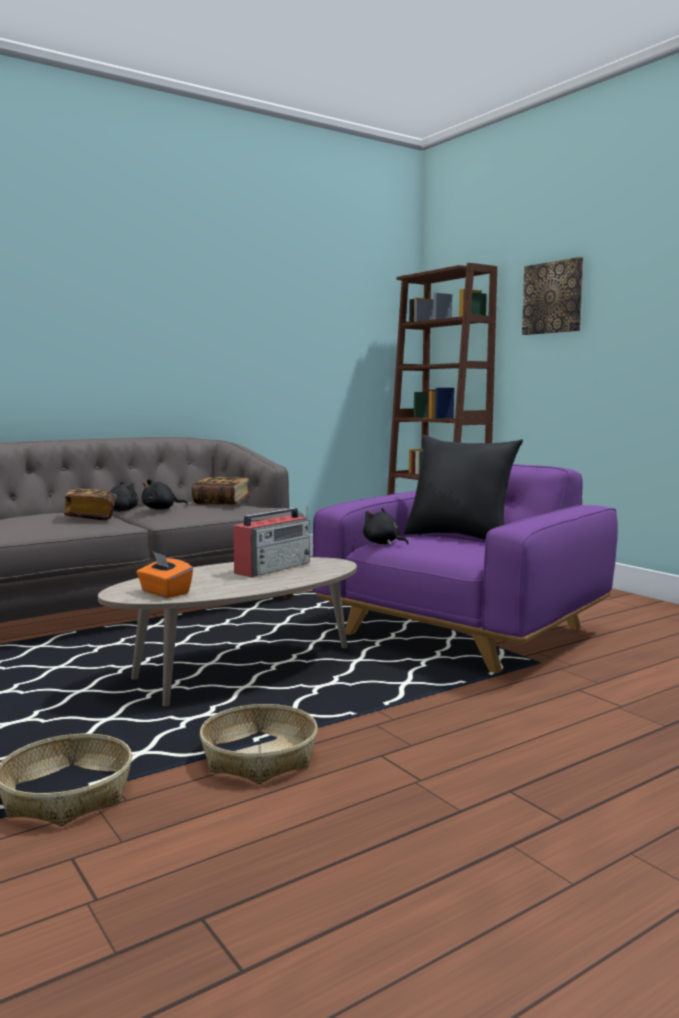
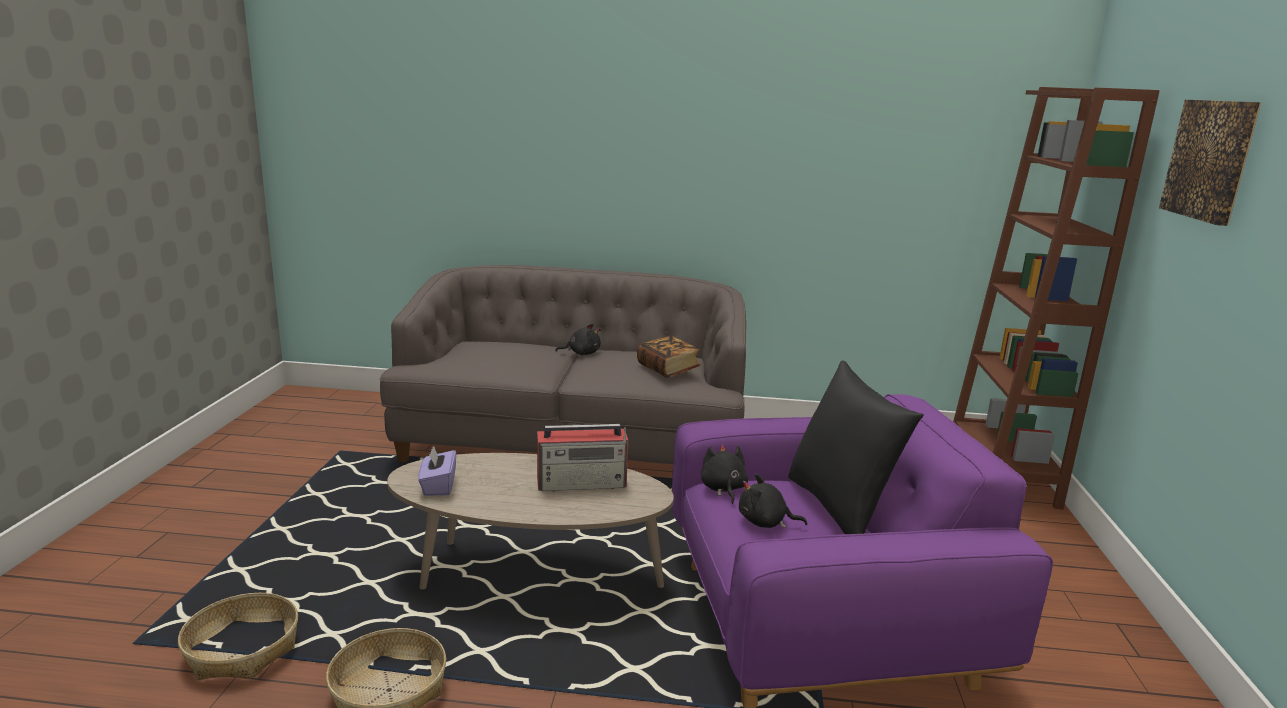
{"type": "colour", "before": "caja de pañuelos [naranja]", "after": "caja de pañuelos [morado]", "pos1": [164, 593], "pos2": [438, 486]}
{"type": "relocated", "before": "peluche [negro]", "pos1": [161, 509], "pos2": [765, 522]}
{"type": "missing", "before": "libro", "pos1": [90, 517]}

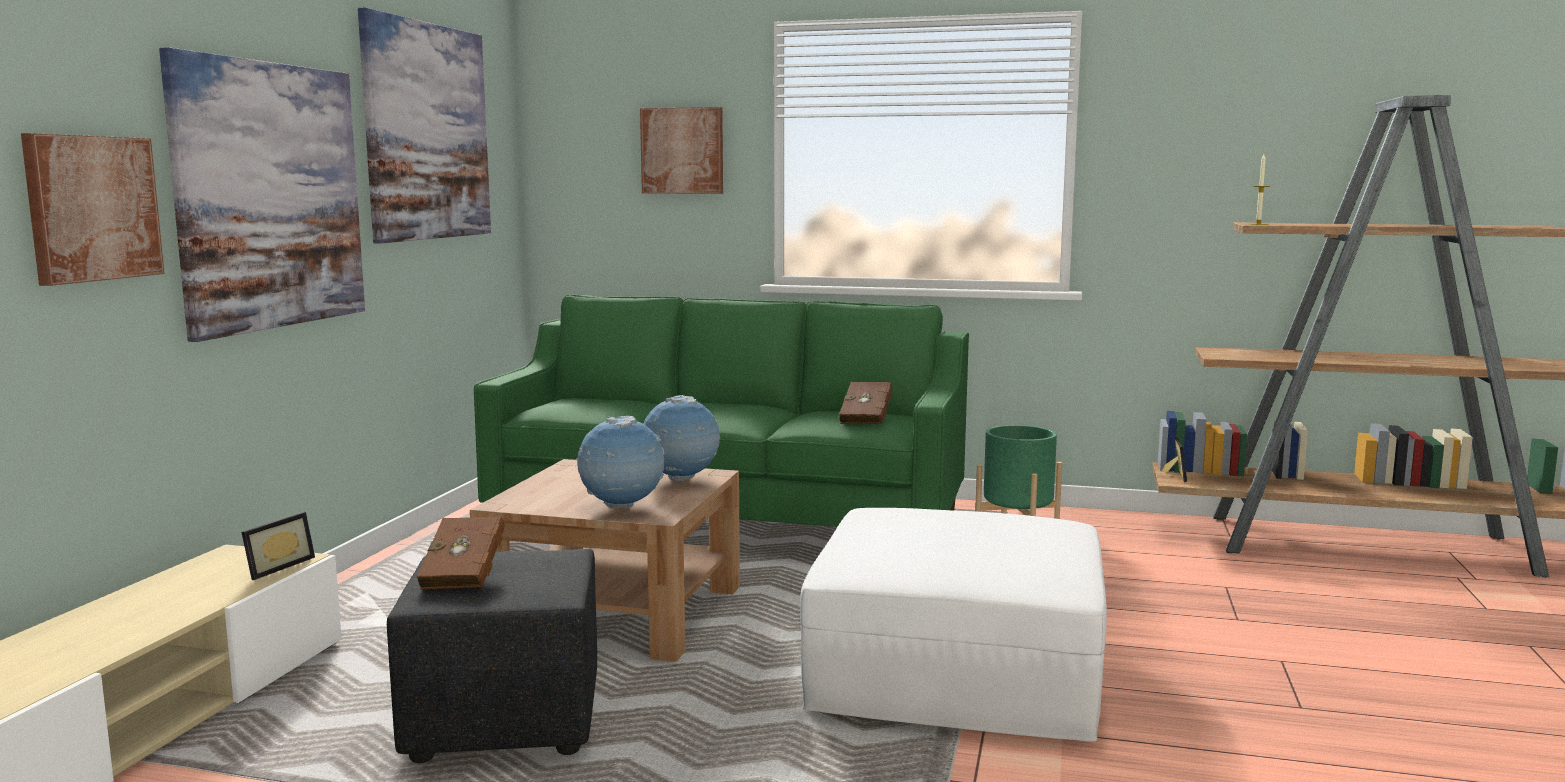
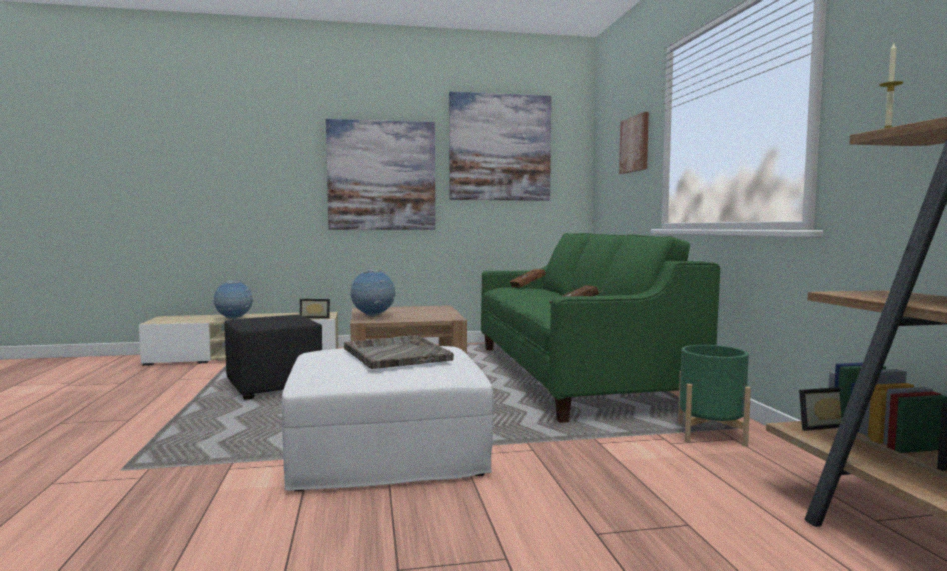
{"type": "relocated", "before": "globo terráqueo", "pos1": [681, 480], "pos2": [234, 319]}
{"type": "appeared", "after": "bandeja [gris]", "pos2": [396, 354]}
{"type": "relocated", "before": "libro [marrón]", "pos1": [466, 575], "pos2": [529, 287]}
{"type": "missing", "before": "cuadro", "pos1": [92, 208]}

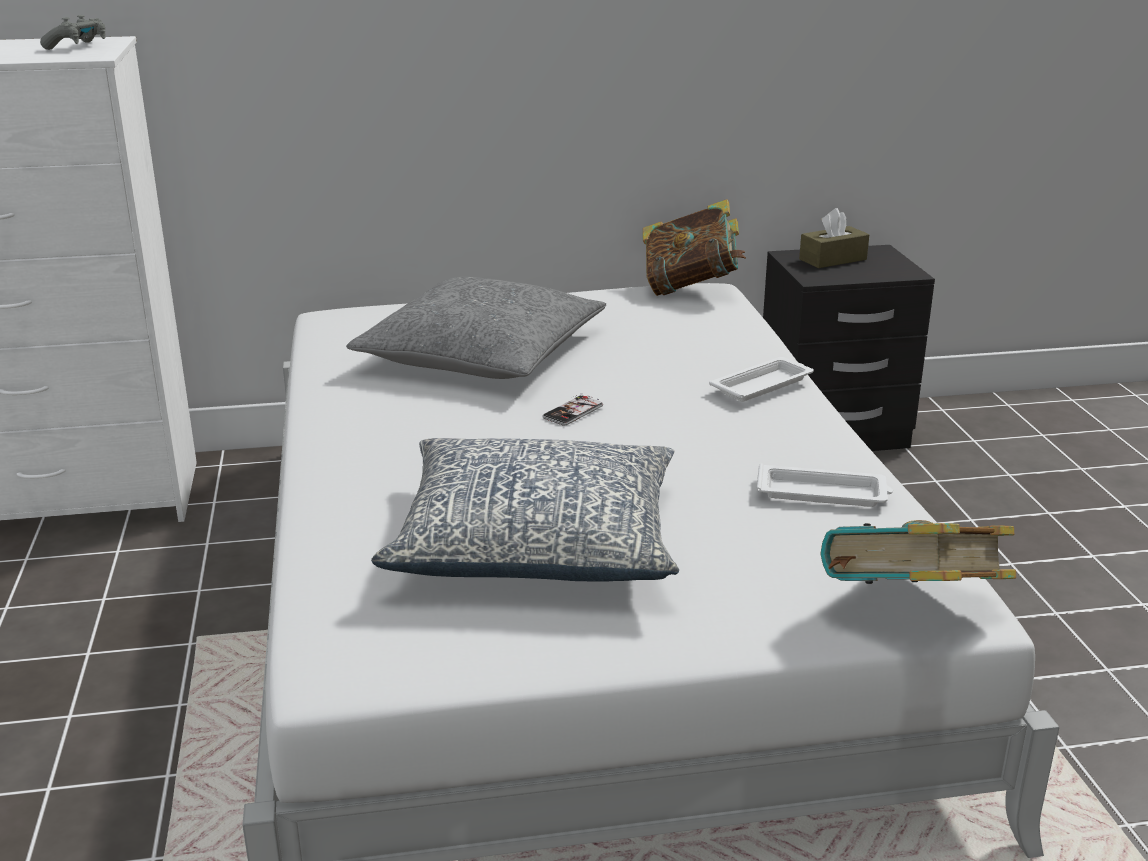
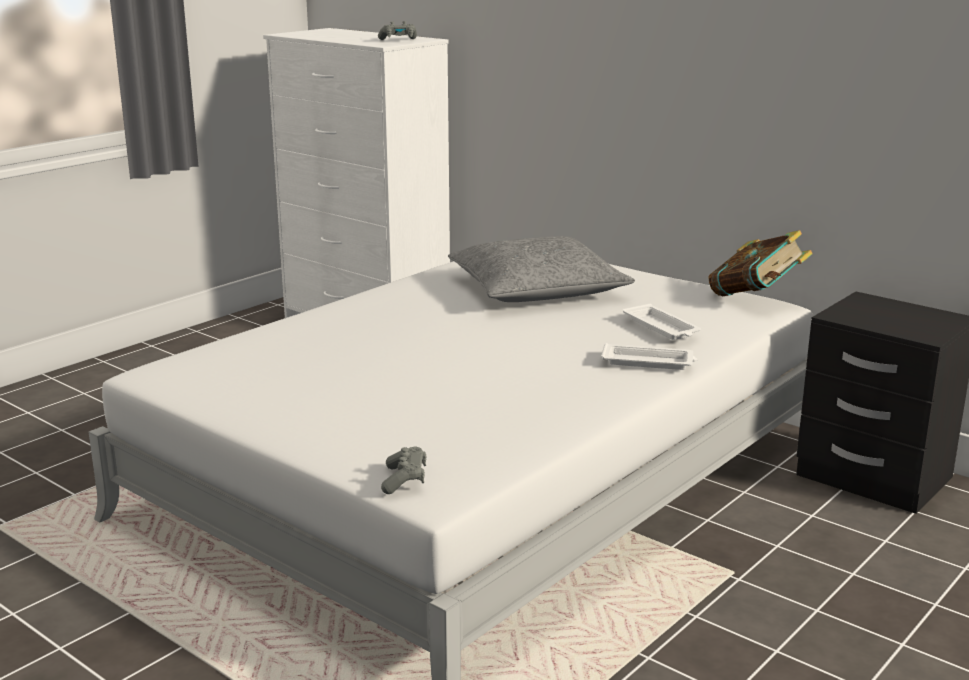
{"type": "exchanged", "before": "libro", "after": "mando de consola [gris]", "pos1": [910, 612], "pos2": [404, 480]}
{"type": "relocated", "before": "bandeja [blanco]", "pos1": [823, 493], "pos2": [662, 327]}
{"type": "missing", "before": "cojín", "pos1": [537, 542]}
{"type": "missing", "before": "móvil", "pos1": [573, 412]}
{"type": "missing", "before": "caja de pañuelos [marrón]", "pos1": [833, 259]}

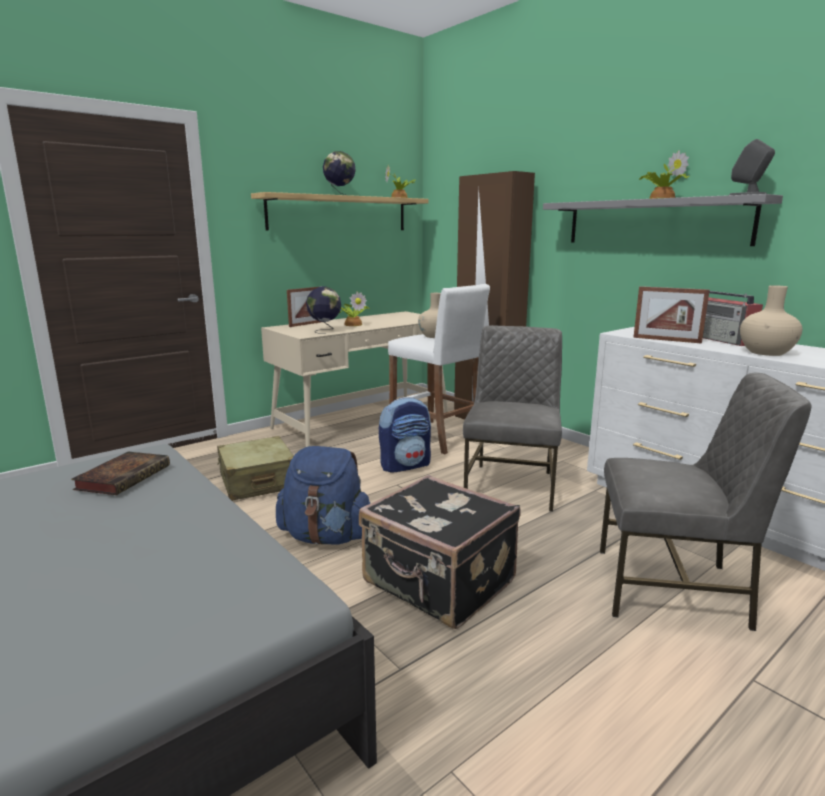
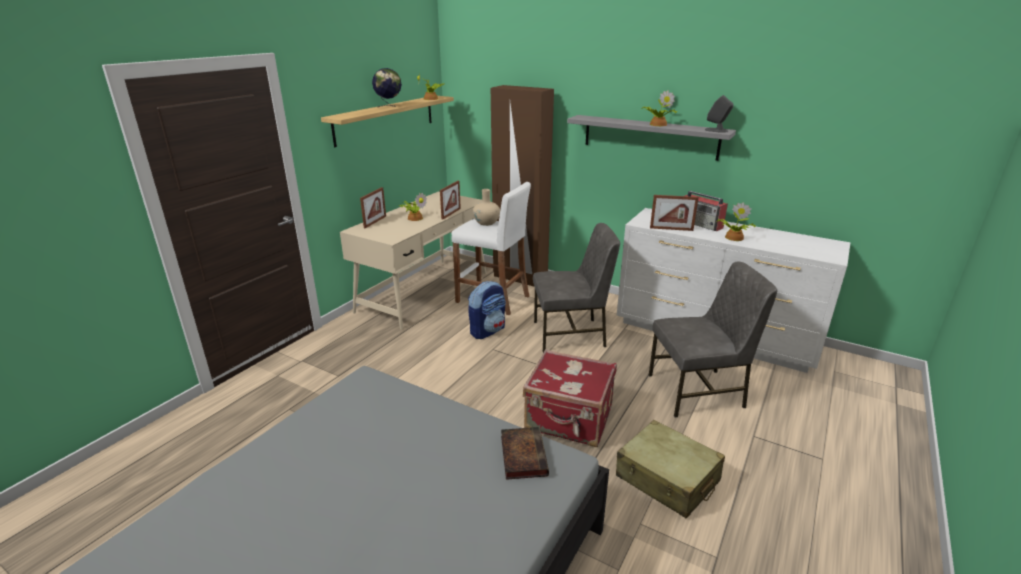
{"type": "appeared", "after": "portarretratos", "pos2": [451, 214]}
{"type": "relocated", "before": "libro", "pos1": [124, 477], "pos2": [522, 454]}
{"type": "colour", "before": "maleta [negro]", "after": "maleta [rojo]", "pos1": [438, 583], "pos2": [569, 420]}
{"type": "spun", "before": "silla [gris]", "pos1": [511, 485], "pos2": [570, 334], "turn": 90}
{"type": "relocated", "before": "maleta [beis]", "pos1": [257, 481], "pos2": [667, 479]}
{"type": "exchanged", "before": "florero [beis]", "after": "planta en maceta", "pos1": [766, 352], "pos2": [733, 237]}
{"type": "missing", "before": "mochila [azul]", "pos1": [326, 537]}
{"type": "missing", "before": "globo terráqueo", "pos1": [324, 331]}

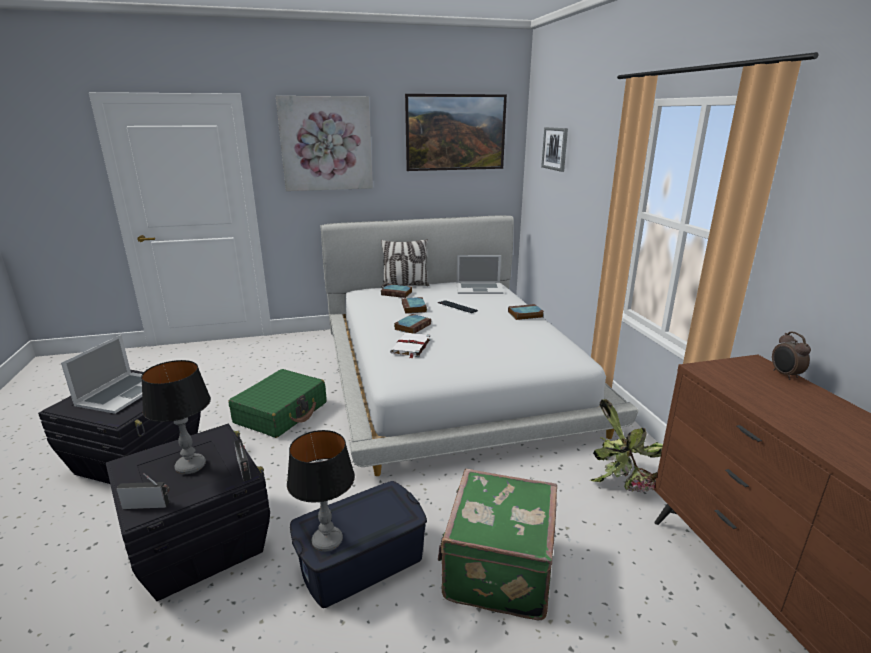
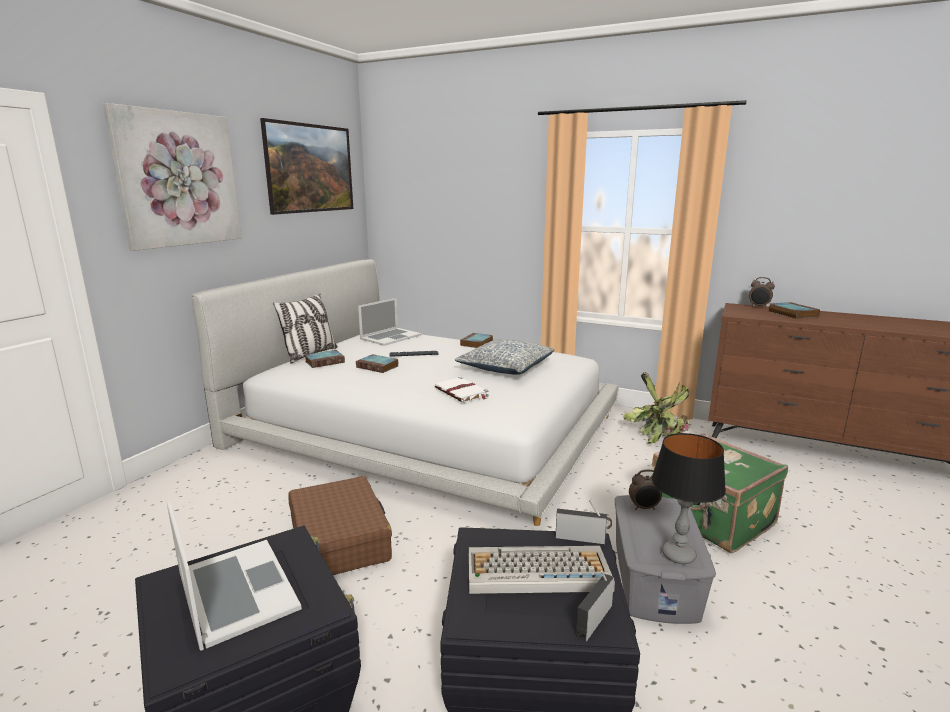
{"type": "colour", "before": "maleta [verde]", "after": "maleta [marrón]", "pos1": [281, 413], "pos2": [339, 540]}
{"type": "appeared", "after": "cojín", "pos2": [506, 367]}
{"type": "exchanged", "before": "lámpara de mesa", "after": "teclado", "pos1": [190, 466], "pos2": [536, 571]}
{"type": "colour", "before": "caja de almacenaje [azul]", "after": "caja de almacenaje [gris]", "pos1": [362, 562], "pos2": [655, 578]}
{"type": "appeared", "after": "despertador", "pos2": [644, 508]}
{"type": "relocated", "before": "libro", "pos1": [413, 326], "pos2": [791, 313]}
{"type": "missing", "before": "cuadro", "pos1": [555, 148]}

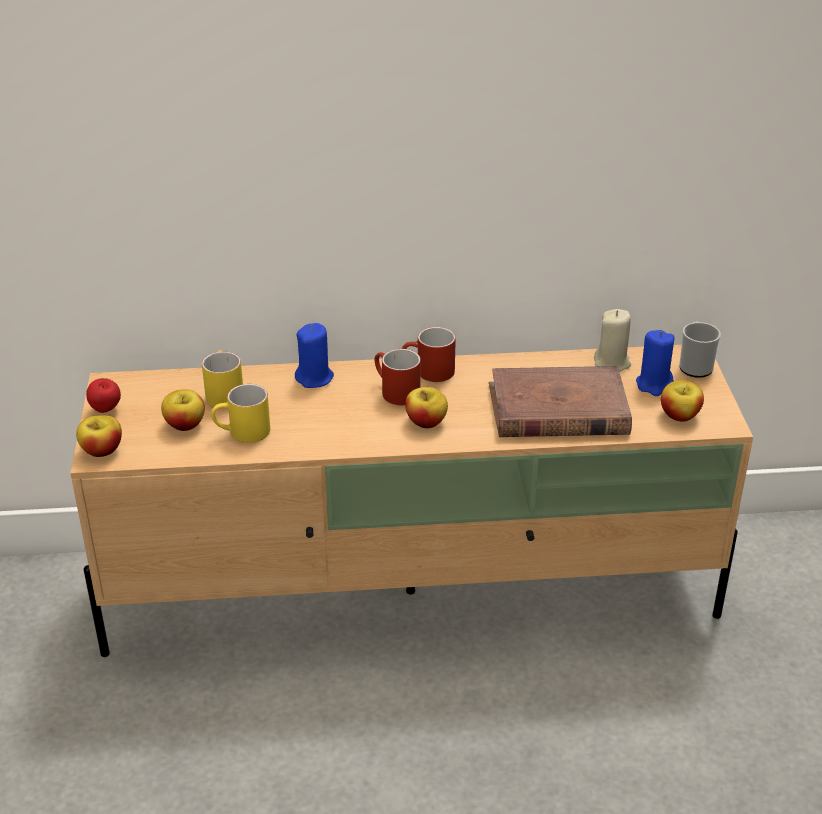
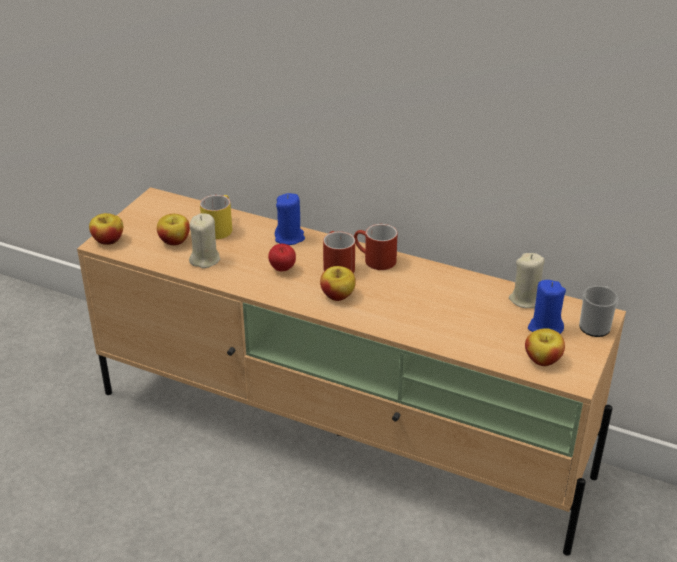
{"type": "exchanged", "before": "taza grande [amarillo]", "after": "vela [beis]", "pos1": [242, 433], "pos2": [205, 259]}
{"type": "relocated", "before": "manzana", "pos1": [106, 410], "pos2": [282, 270]}
{"type": "missing", "before": "libro [marrón]", "pos1": [557, 410]}

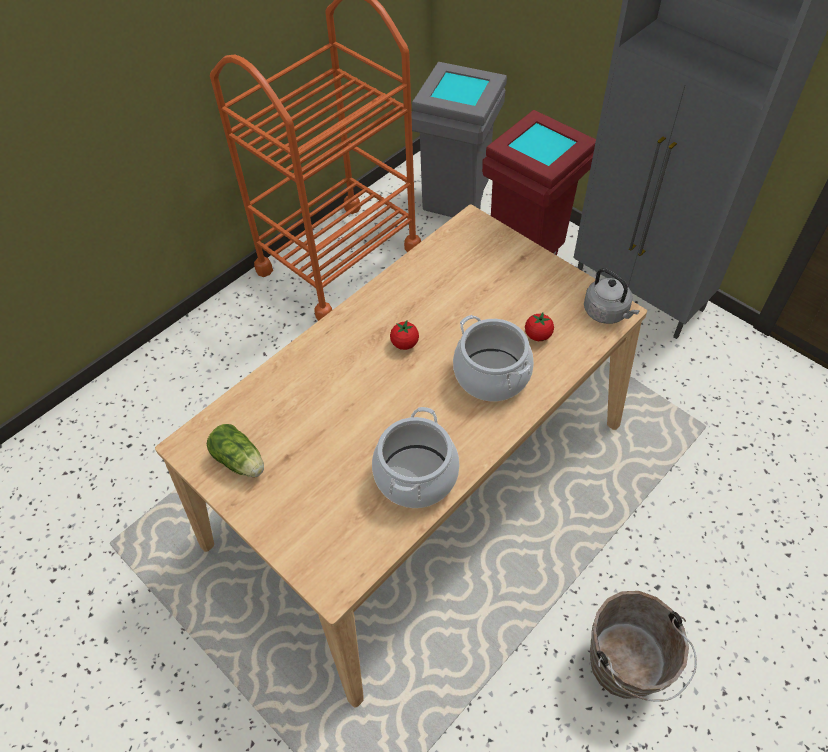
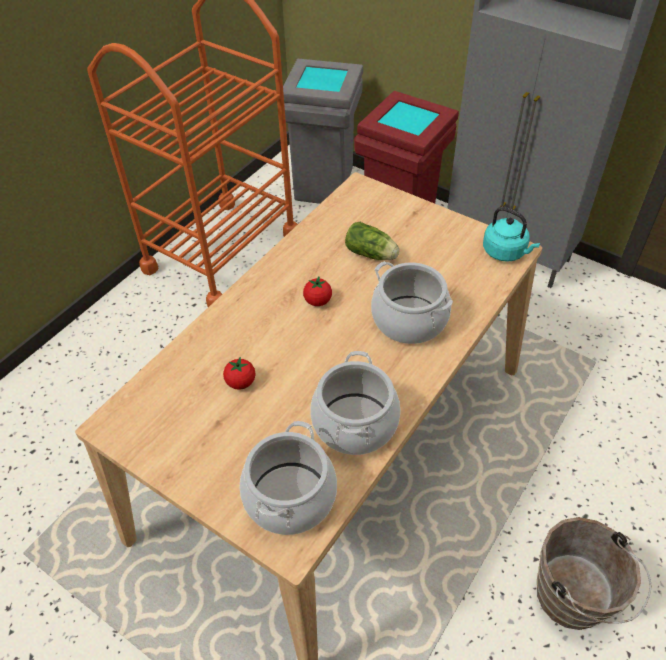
{"type": "relocated", "before": "tomate", "pos1": [538, 335], "pos2": [241, 382]}
{"type": "appeared", "after": "olla", "pos2": [289, 497]}
{"type": "relocated", "before": "lechuga", "pos1": [241, 462], "pos2": [372, 254]}
{"type": "colour", "before": "hervidor [gris]", "after": "hervidor [turquesa]", "pos1": [607, 312], "pos2": [506, 252]}

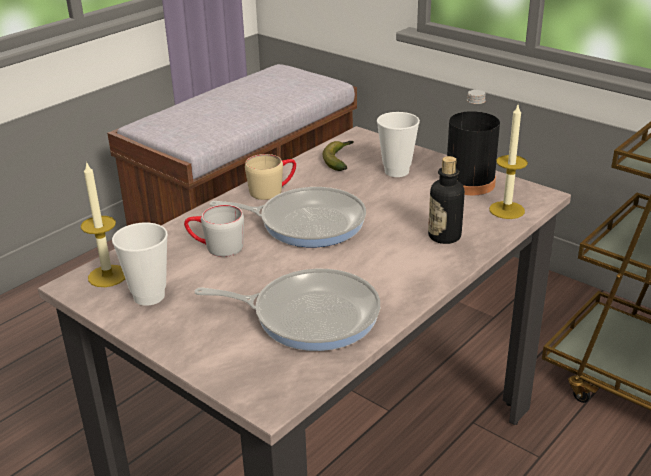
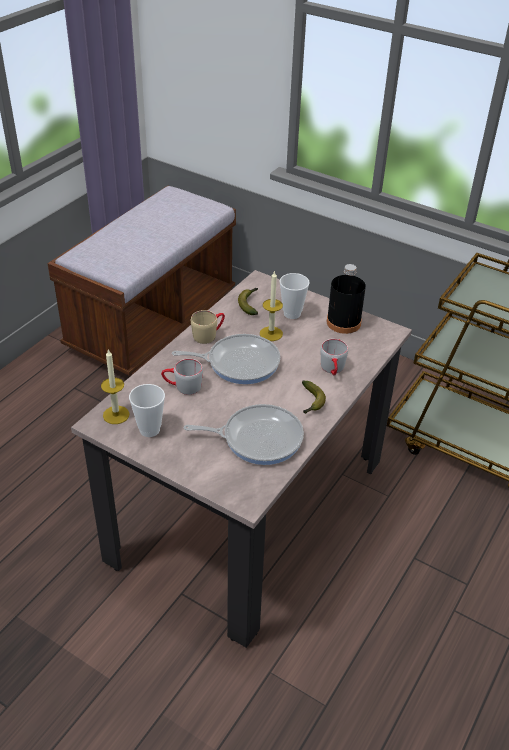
{"type": "relocated", "before": "vela", "pos1": [506, 210], "pos2": [271, 333]}
{"type": "appeared", "after": "plátano", "pos2": [311, 402]}
{"type": "exchanged", "before": "botella", "after": "taza grande [gris]", "pos1": [444, 236], "pos2": [333, 370]}

